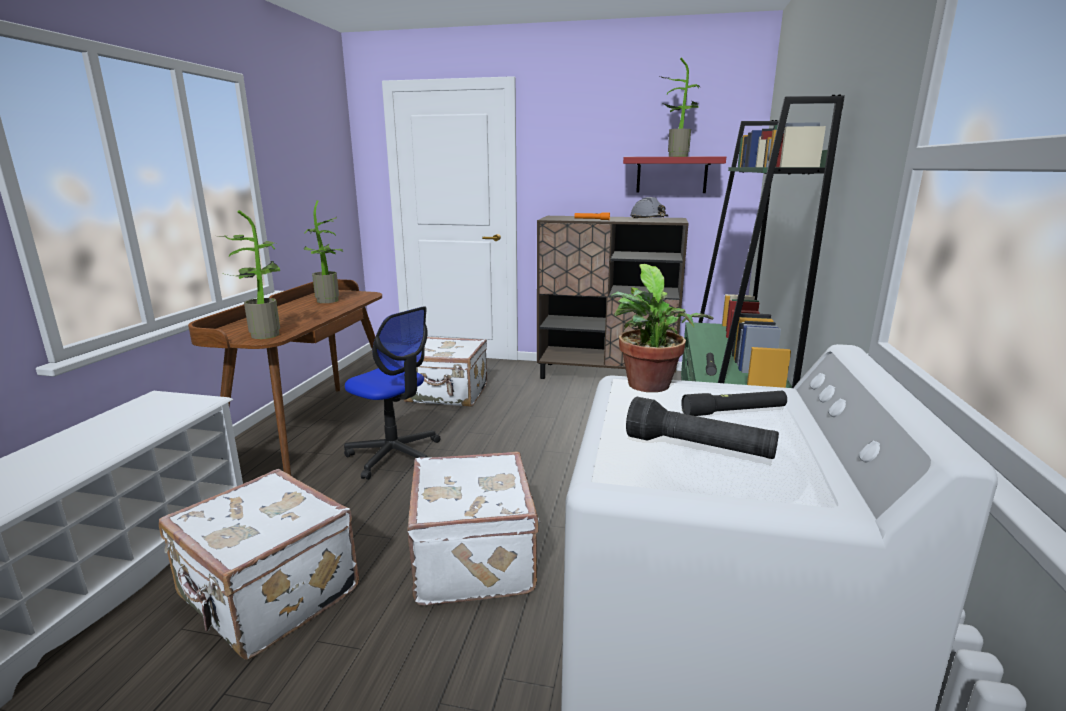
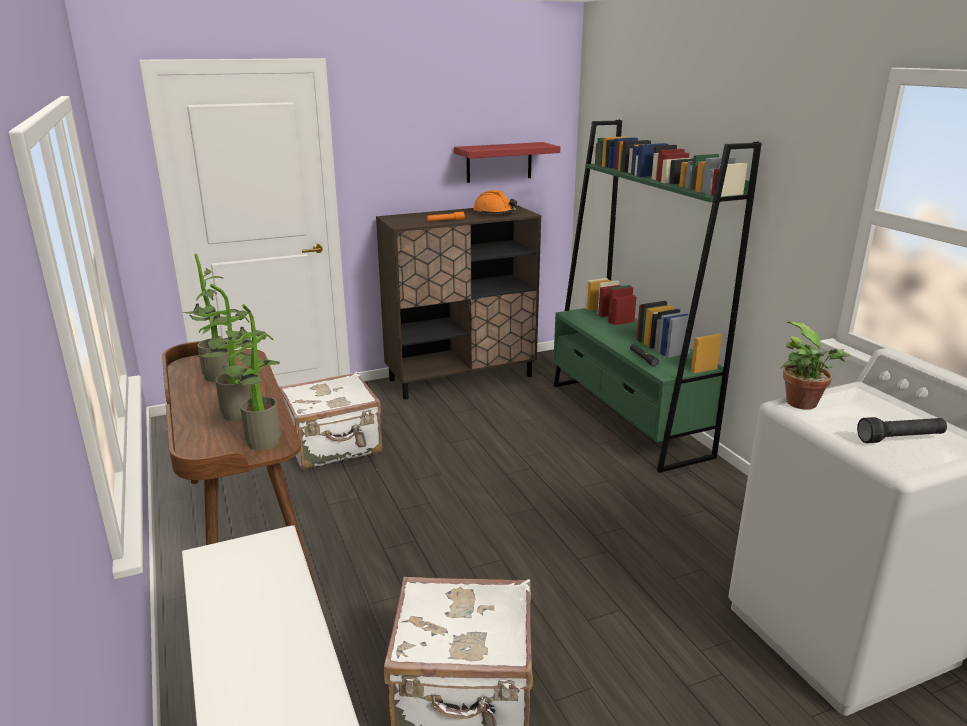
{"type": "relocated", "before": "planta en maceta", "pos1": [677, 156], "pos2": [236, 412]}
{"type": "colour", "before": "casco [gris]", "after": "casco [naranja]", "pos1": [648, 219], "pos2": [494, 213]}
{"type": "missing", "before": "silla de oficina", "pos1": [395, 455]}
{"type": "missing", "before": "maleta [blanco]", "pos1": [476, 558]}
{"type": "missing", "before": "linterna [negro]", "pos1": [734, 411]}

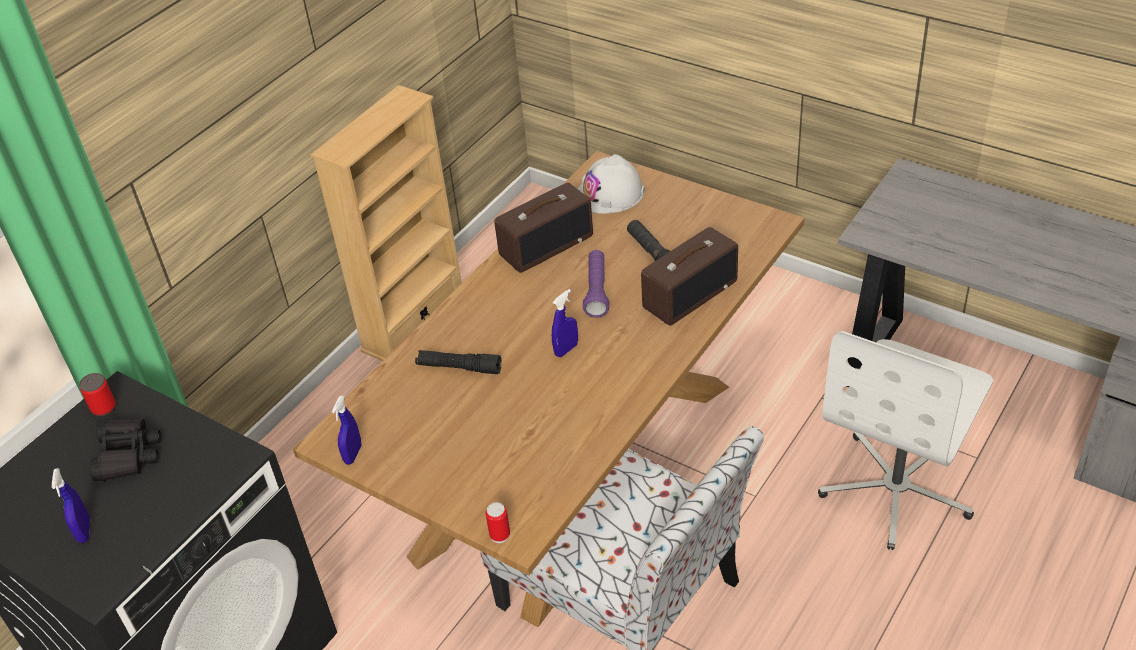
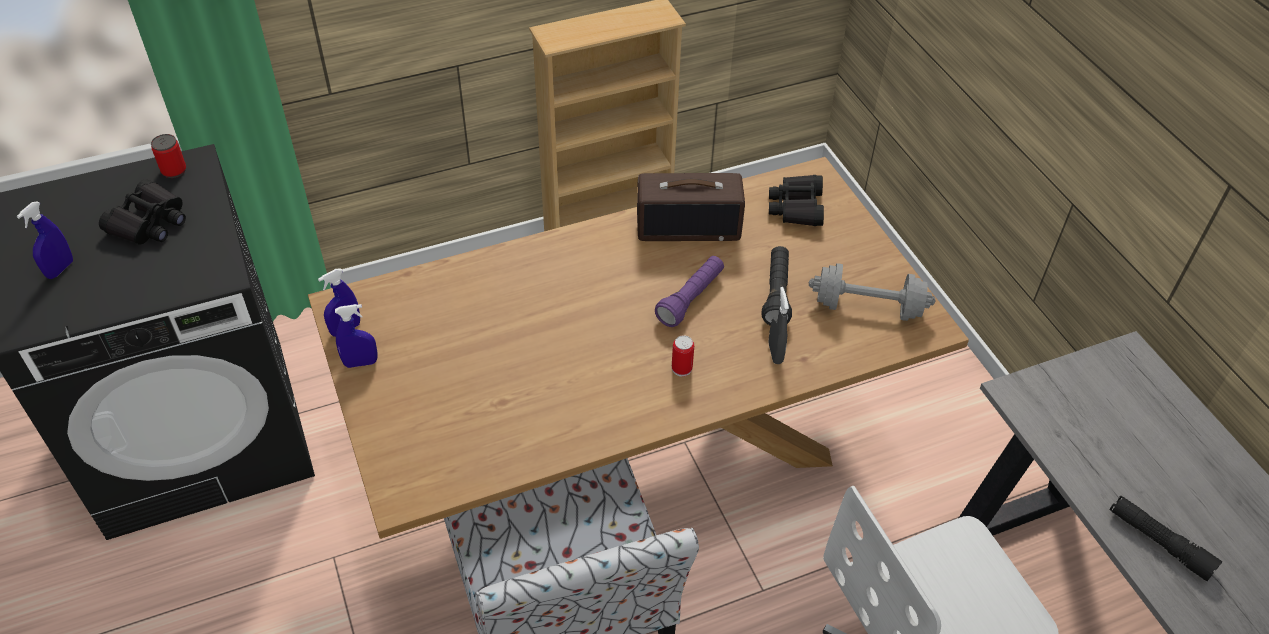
{"type": "relocated", "before": "pulverizador [azul]", "pos1": [566, 349], "pos2": [361, 363]}
{"type": "relocated", "before": "lata", "pos1": [500, 535], "pos2": [681, 369]}
{"type": "exchanged", "before": "casco [blanco]", "after": "prismáticos [negro]", "pos1": [610, 193], "pos2": [796, 207]}
{"type": "exchanged", "before": "radio", "after": "pulverizador [gris]", "pos1": [689, 294], "pos2": [775, 353]}
{"type": "appeared", "after": "mancuerna [gris]", "pos2": [867, 307]}
{"type": "relocated", "before": "linterna [negro]", "pos1": [459, 367], "pos2": [1159, 542]}

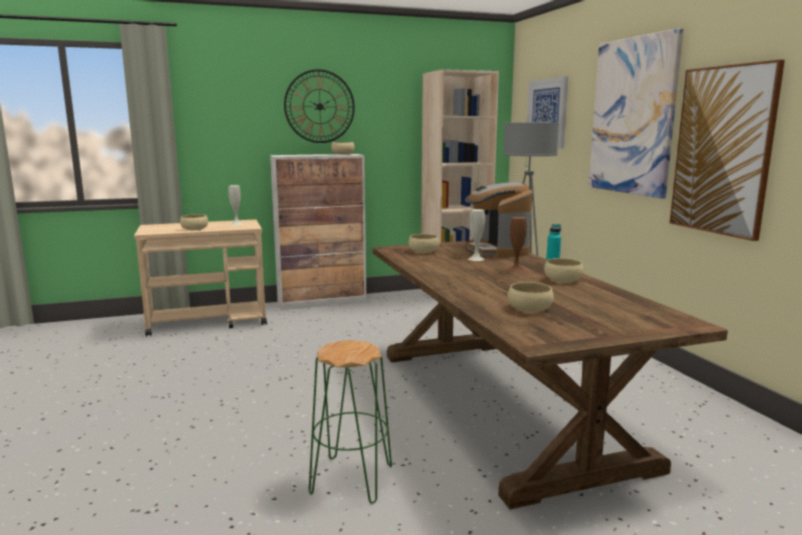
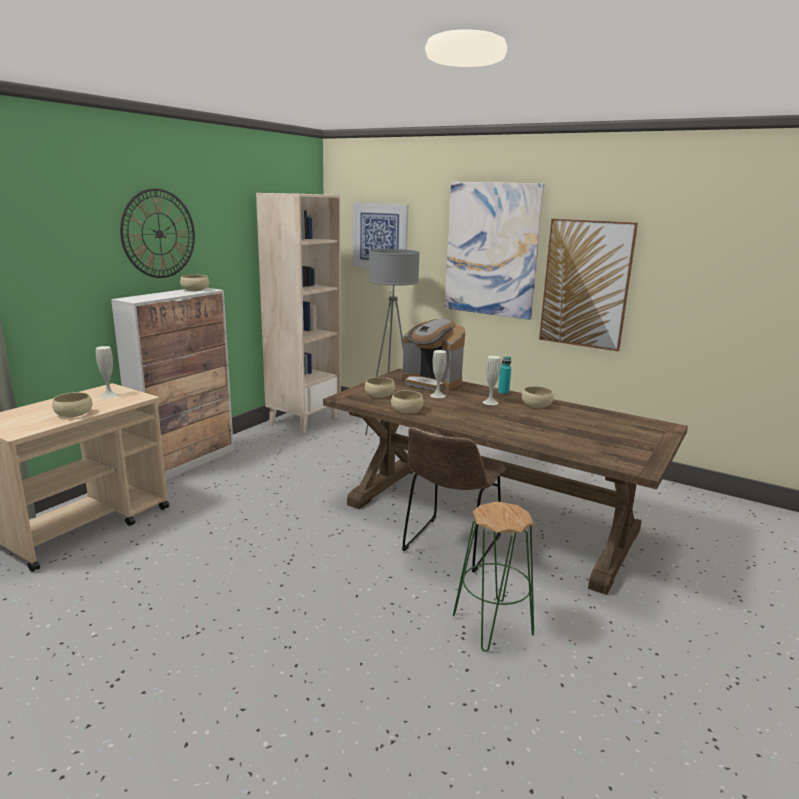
{"type": "relocated", "before": "cuenco [beis]", "pos1": [529, 309], "pos2": [406, 410]}
{"type": "appeared", "after": "silla [marrón]", "pos2": [450, 546]}
{"type": "colour", "before": "florero [marrón]", "after": "florero [blanco]", "pos1": [516, 270], "pos2": [490, 402]}

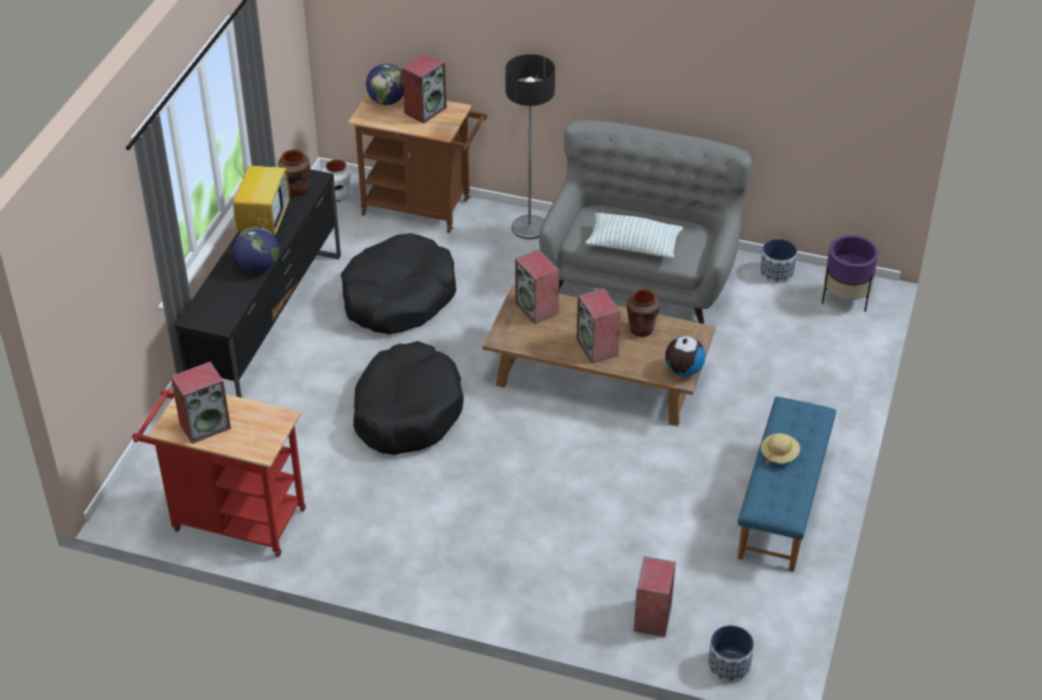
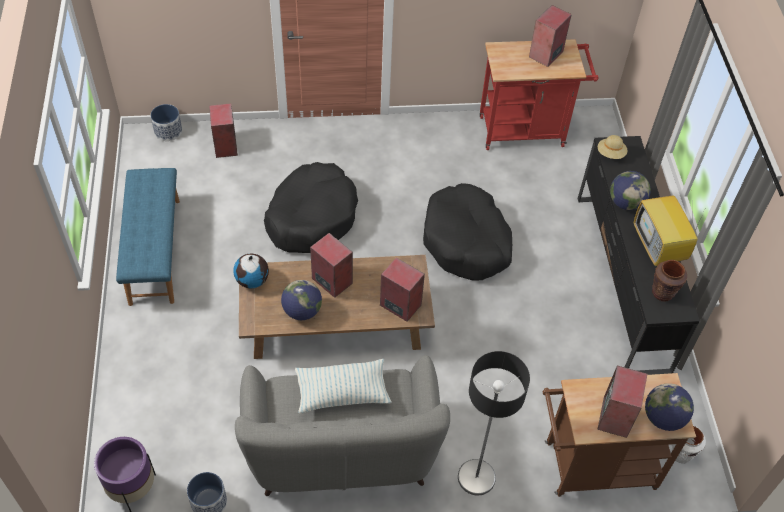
{"type": "relocated", "before": "cama para perro [negro]", "pos1": [398, 298], "pos2": [311, 217]}
{"type": "exchanged", "before": "florero [marrón]", "after": "globo terráqueo", "pos1": [641, 329], "pos2": [302, 311]}
{"type": "relocated", "before": "sombrero [beis]", "pos1": [779, 455], "pos2": [611, 154]}

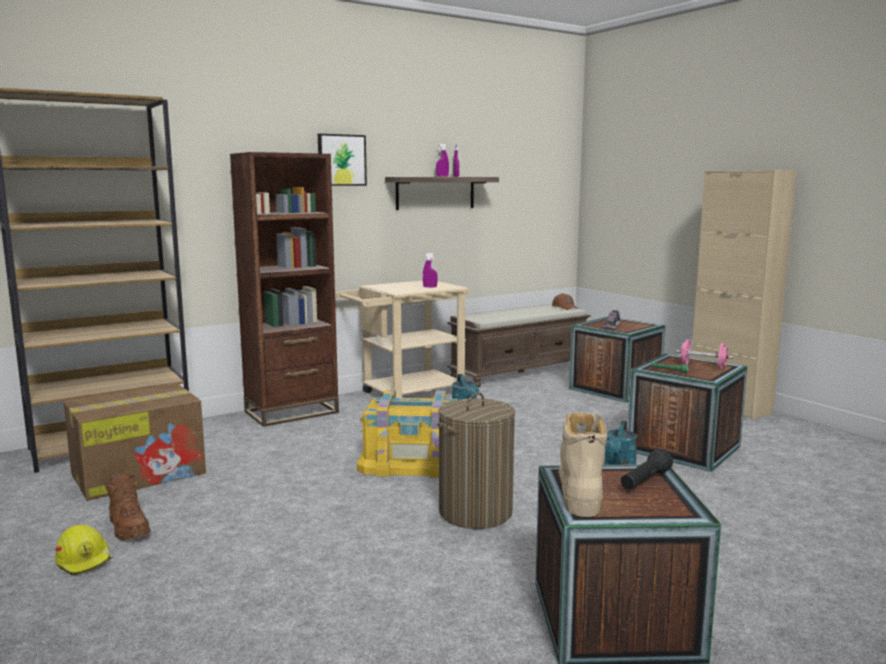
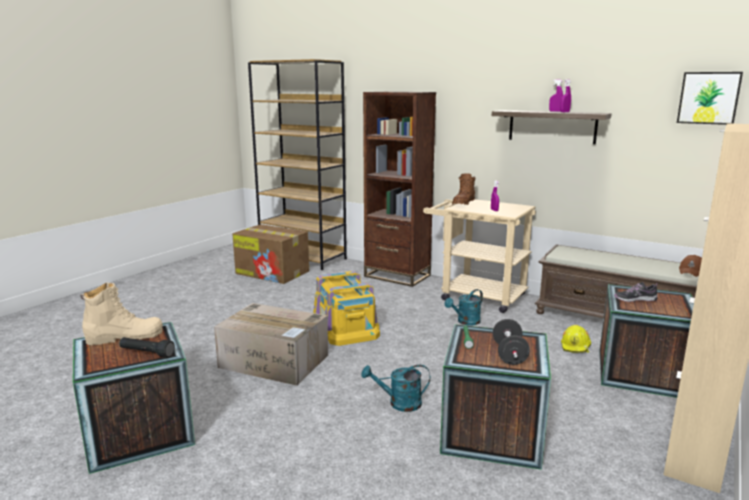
{"type": "exchanged", "before": "cesto de la ropa", "after": "caja de cartón", "pos1": [475, 512], "pos2": [275, 361]}
{"type": "relocated", "before": "bota [marrón]", "pos1": [128, 528], "pos2": [463, 203]}
{"type": "colour", "before": "mancuerna [rosa]", "after": "mancuerna [negro]", "pos1": [703, 366], "pos2": [509, 354]}
{"type": "relocated", "before": "casco [amarillo]", "pos1": [85, 560], "pos2": [576, 346]}
{"type": "relocated", "before": "cuadro", "pos1": [341, 160], "pos2": [708, 98]}

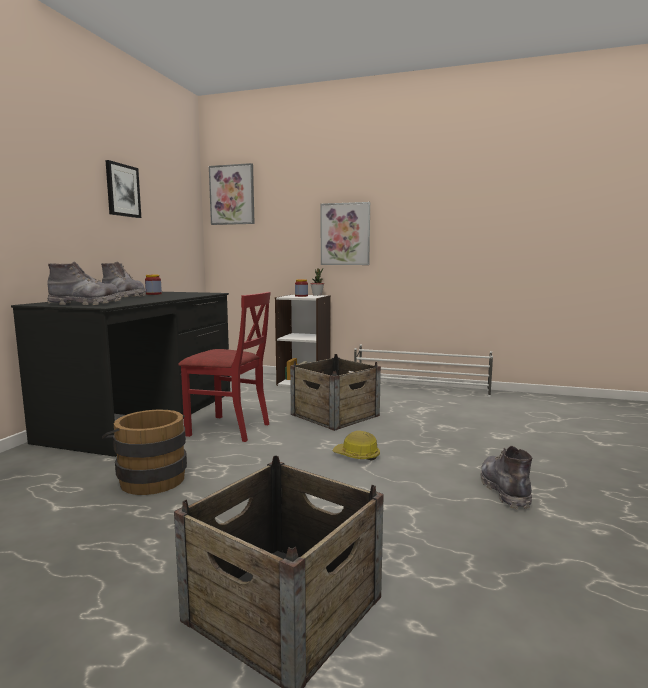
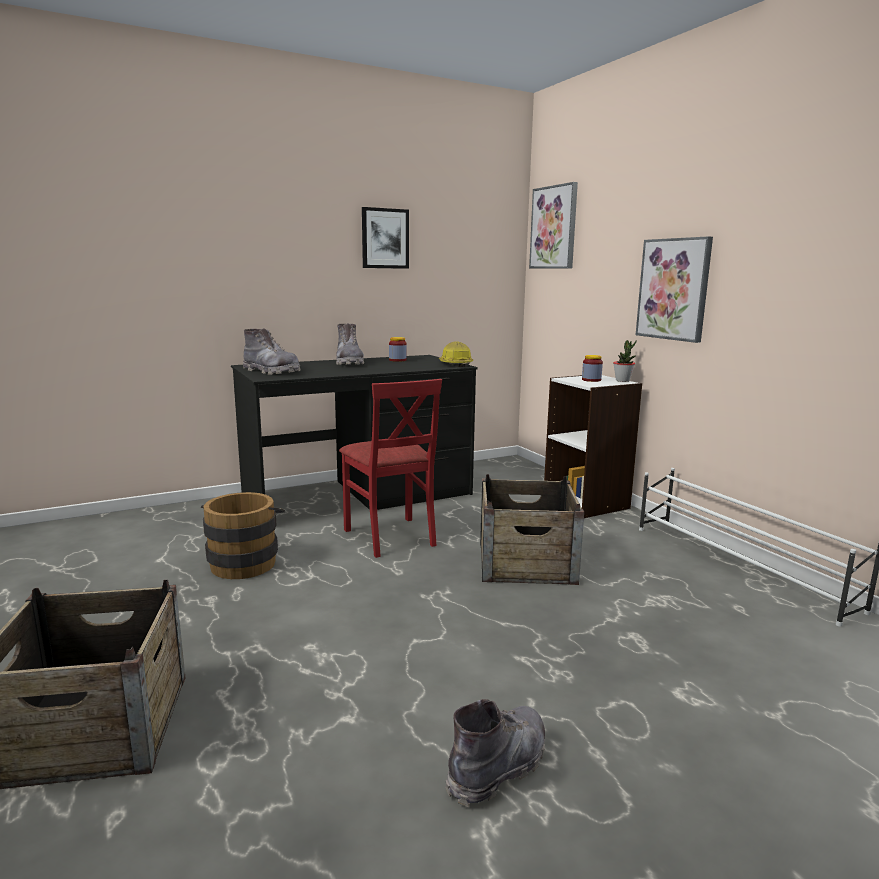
{"type": "relocated", "before": "casco", "pos1": [356, 455], "pos2": [454, 364]}

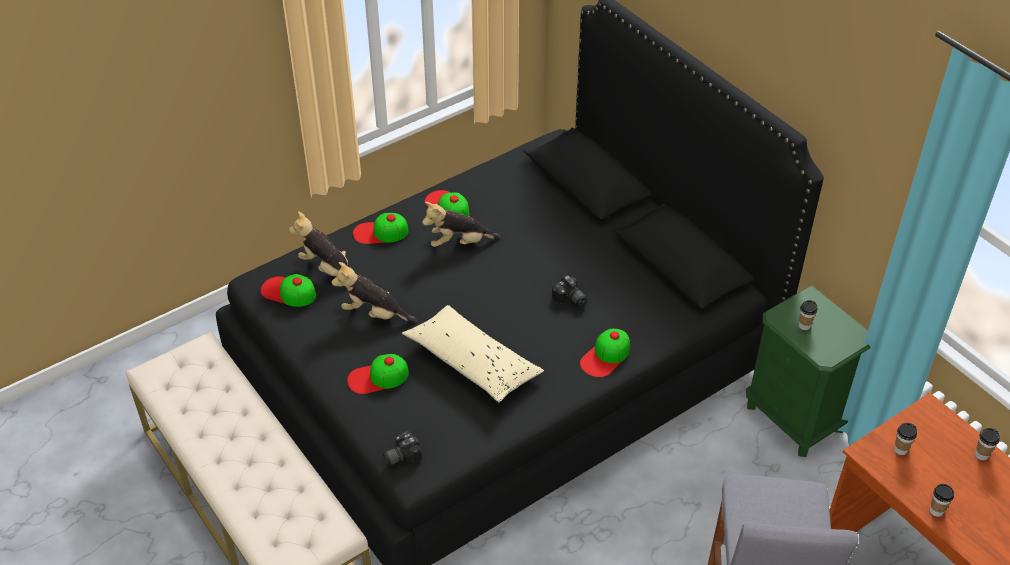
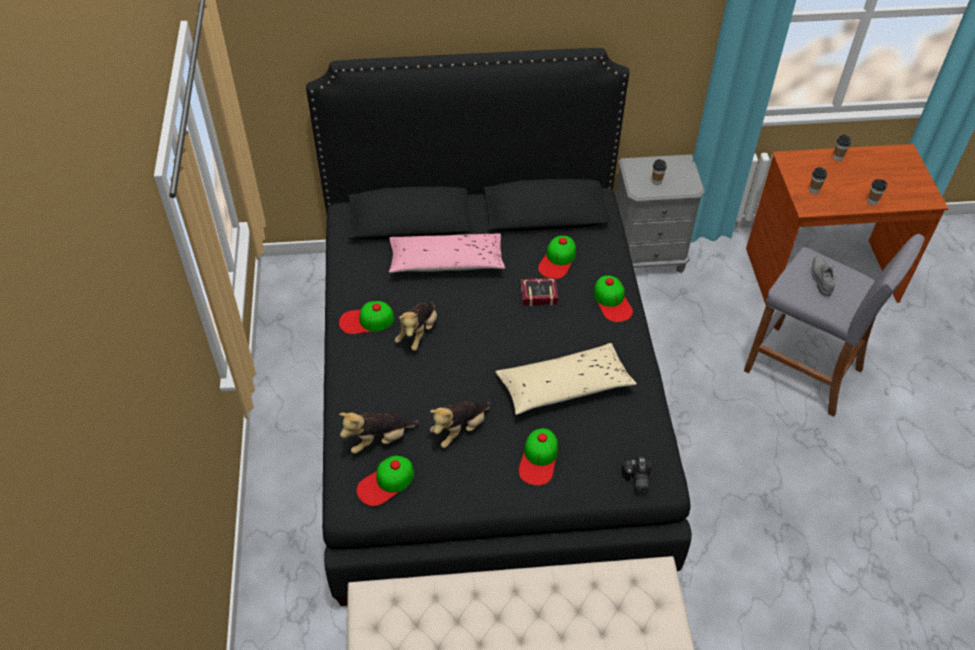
{"type": "appeared", "after": "cojín [rosa]", "pos2": [446, 262]}
{"type": "exchanged", "before": "cámara", "after": "libro", "pos1": [570, 299], "pos2": [537, 294]}
{"type": "relocated", "before": "gorra", "pos1": [380, 232], "pos2": [557, 260]}
{"type": "colour", "before": "mesita de noche [verde]", "after": "mesita de noche [gris]", "pos1": [795, 418], "pos2": [647, 256]}
{"type": "appeared", "after": "zapato [gris]", "pos2": [821, 278]}

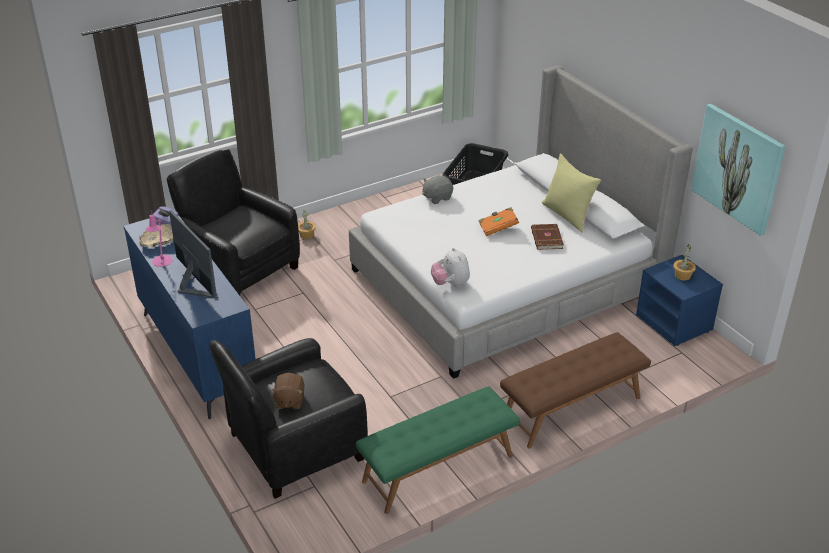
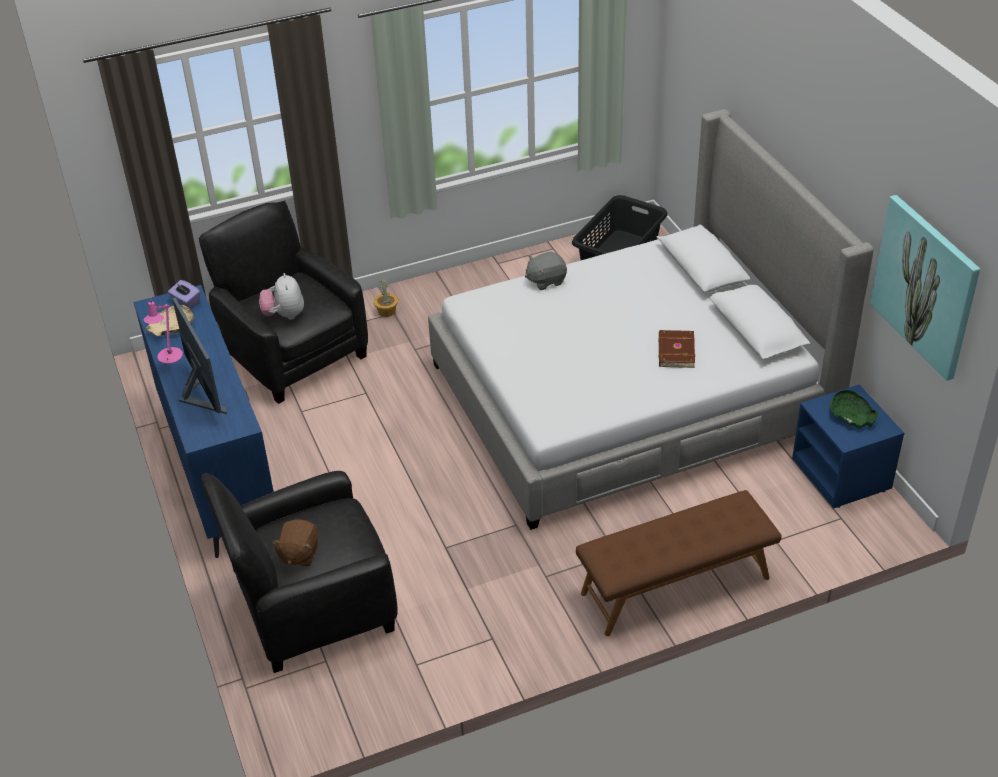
{"type": "relocated", "before": "peluche", "pos1": [450, 284], "pos2": [284, 315]}
{"type": "exchanged", "before": "planta en maceta", "after": "cuenco [verde]", "pos1": [682, 275], "pos2": [851, 416]}
{"type": "missing", "before": "banco [verde]", "pos1": [438, 469]}
{"type": "missing", "before": "libro [naranja]", "pos1": [498, 228]}
{"type": "missing", "before": "cojín [amarillo]", "pos1": [568, 215]}

